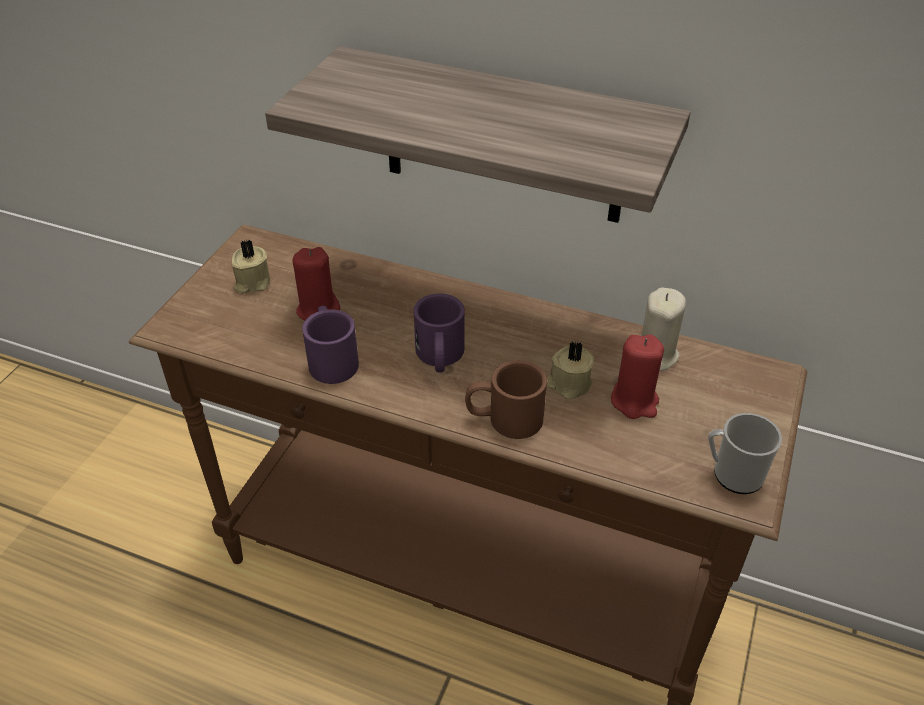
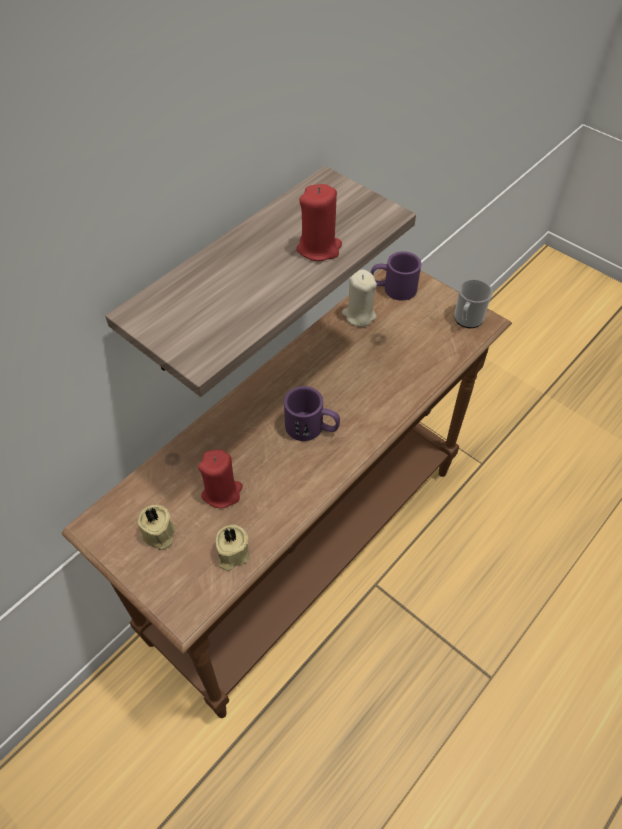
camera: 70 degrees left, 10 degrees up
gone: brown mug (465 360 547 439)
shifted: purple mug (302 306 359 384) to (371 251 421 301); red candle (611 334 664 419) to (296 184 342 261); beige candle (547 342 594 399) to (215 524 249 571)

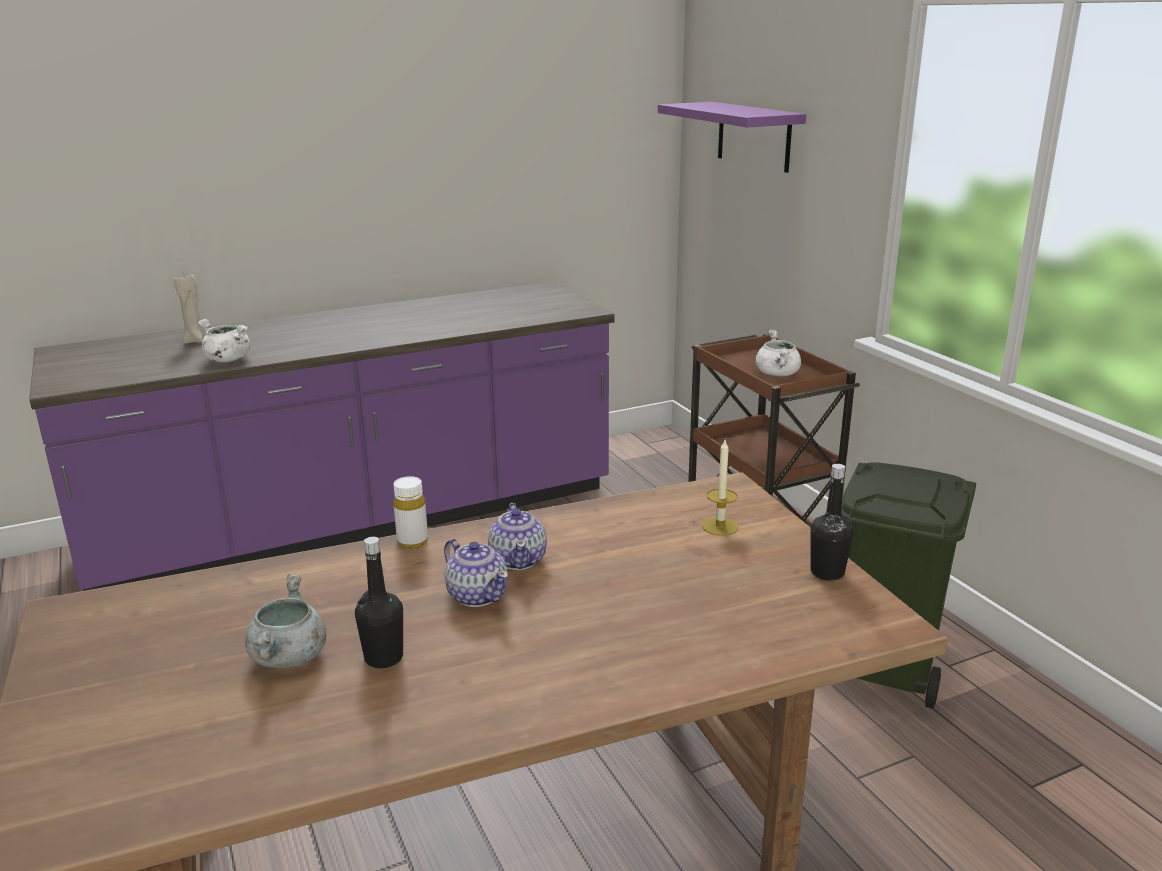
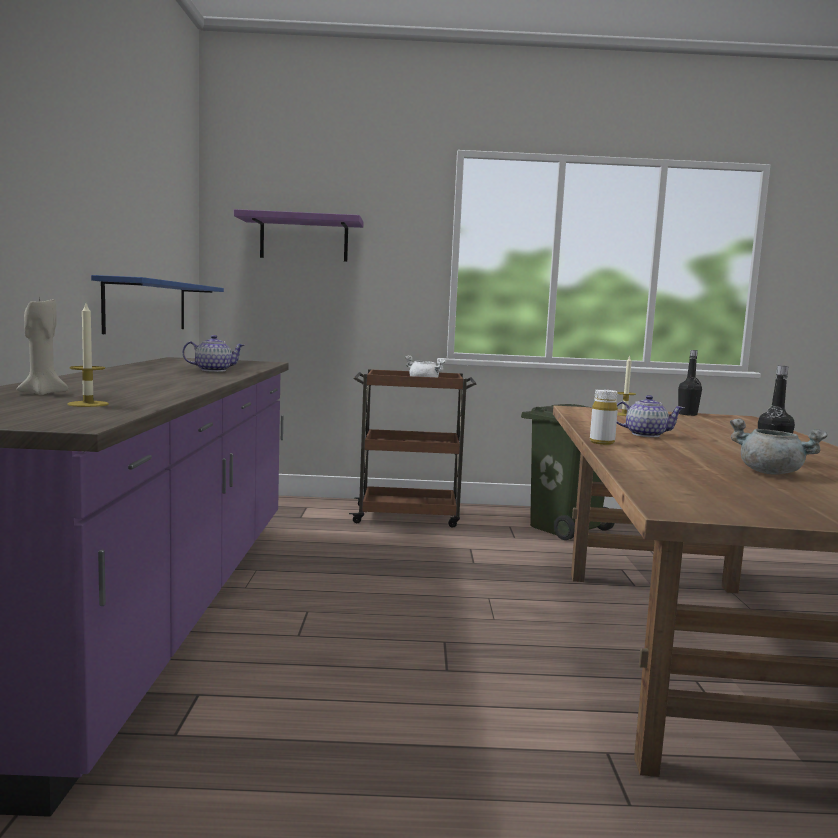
camera: 65 degrees left, 15 degrees down
gone: white cooking pot (198 319 250 362)
new: blue shelf (91 275 224 334); candle (67 303 109 407)
shifted: teapot (444 539 508 607) to (182 335 244 372)

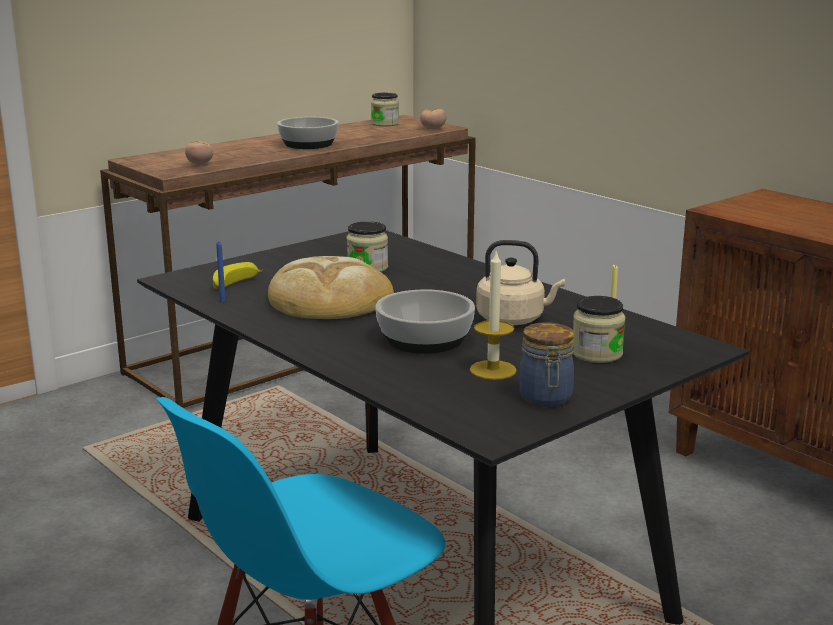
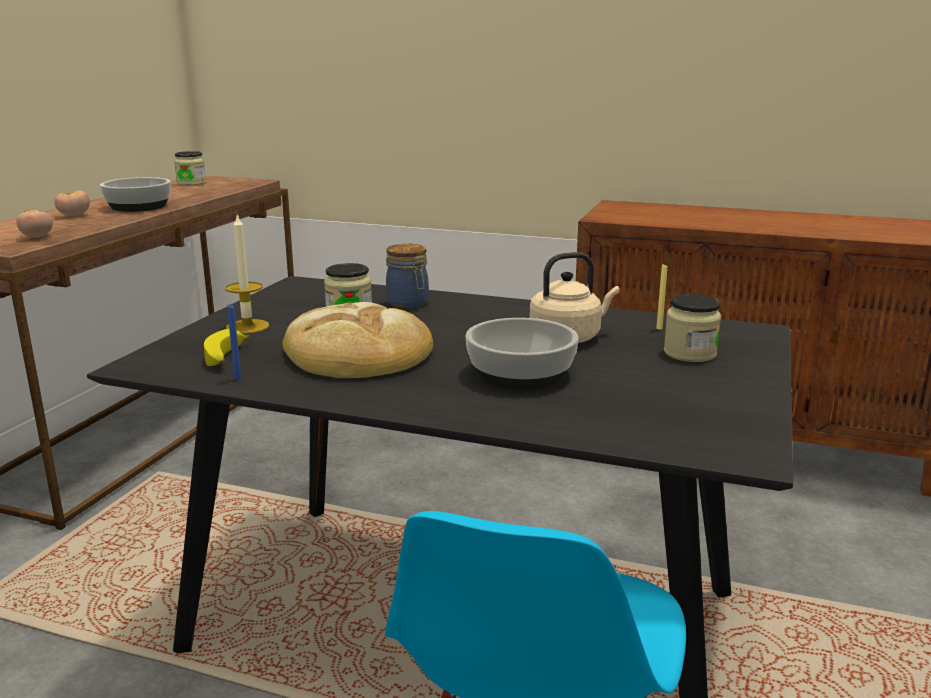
camera: 30 degrees left, 0 degrees up
shifted: tomato (420 109 446 129) to (54 191 90 216); candle (470 250 517 380) to (225 214 269 334); jar (519 322 574 407) to (386 243 429 308)

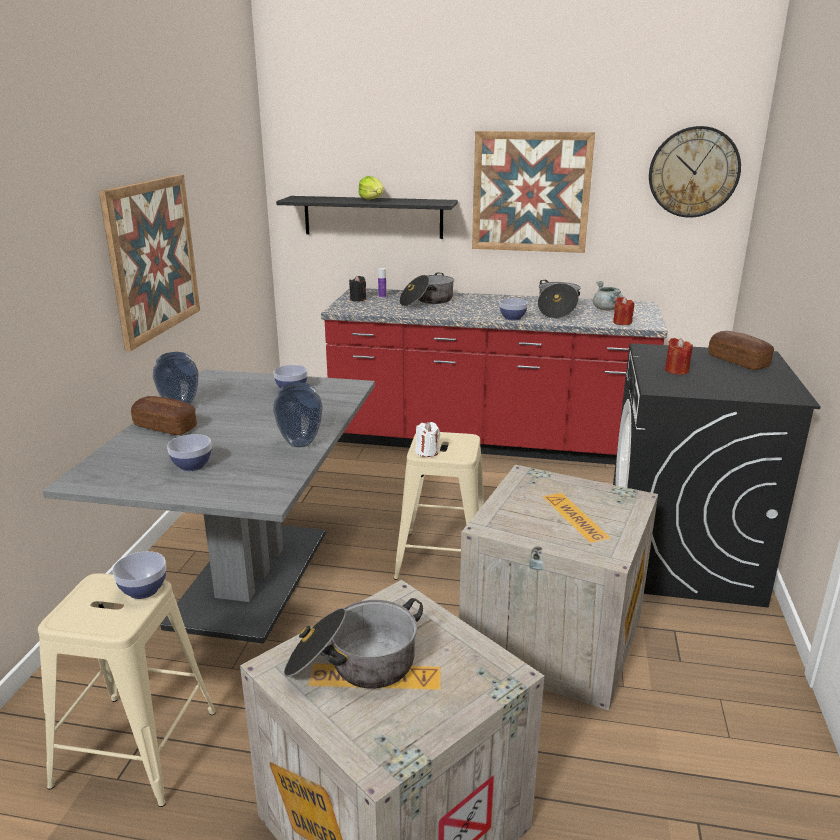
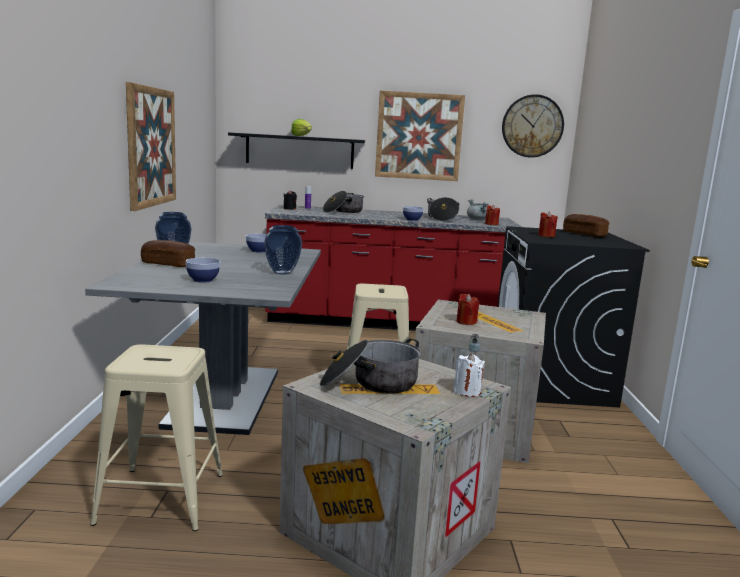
camera: 10 degrees left, 10 degrees down
gone: bowl (112 551 166 599)
new: red candle (457 294 479 325)
shifted: white candle (415 422 440 457) to (453 353 485 397)

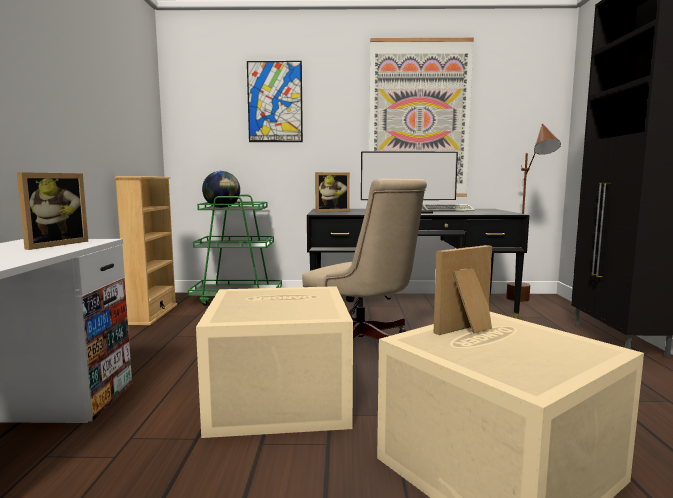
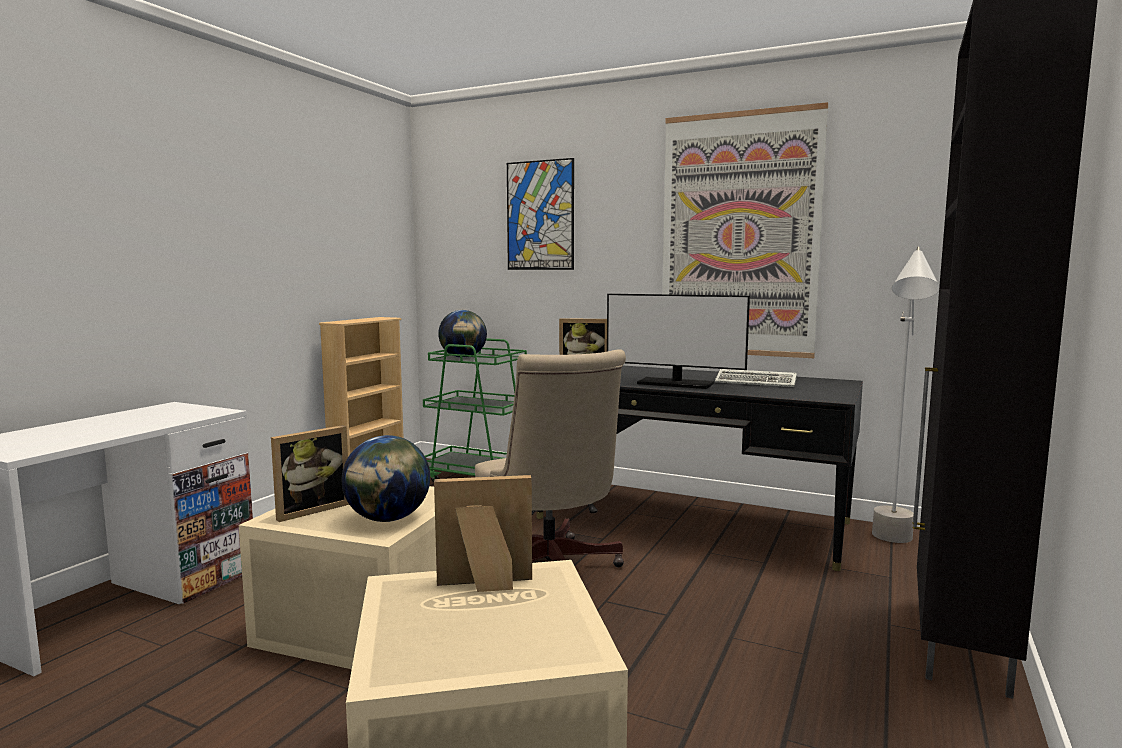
camera: 25 degrees right, 0 degrees up
new: globe (342 435 430 522)
shifted: picture frame (17 172 88 250) to (271 425 349 522)
repainted: brown floor lamp (506 124 561 301) to grey floor lamp (872 247 939 543)

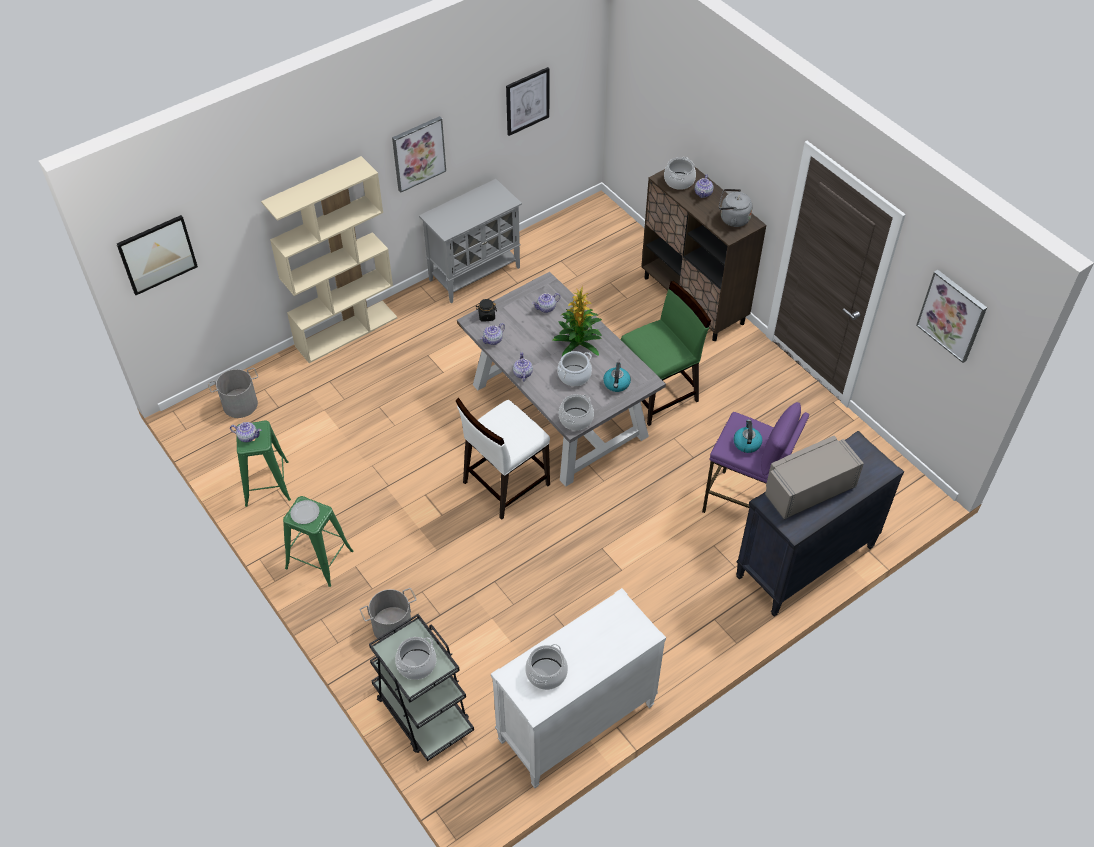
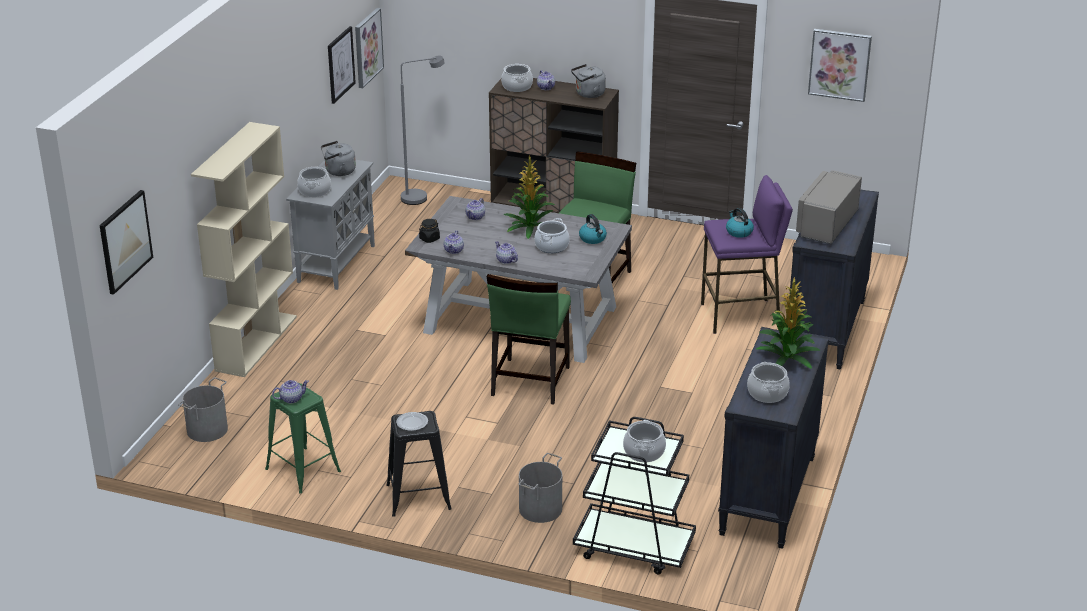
camera: 35 degrees left, 20 degrees down
new: grey floor lamp (401 56 445 205); grey kettle (321 141 356 176); potted plant (756 277 820 369)
shifted: picture (392 116 446 193) to (355 8 384 88); cooking pot (559 394 594 431) to (297 166 331 197)
repainted: white chair (456 398 550 520) to green chair (487 274 571 405); green stool (283 496 353 587) to black stool (386 411 452 517); white dresser (491 588 666 788) to black dresser (718 327 829 549)

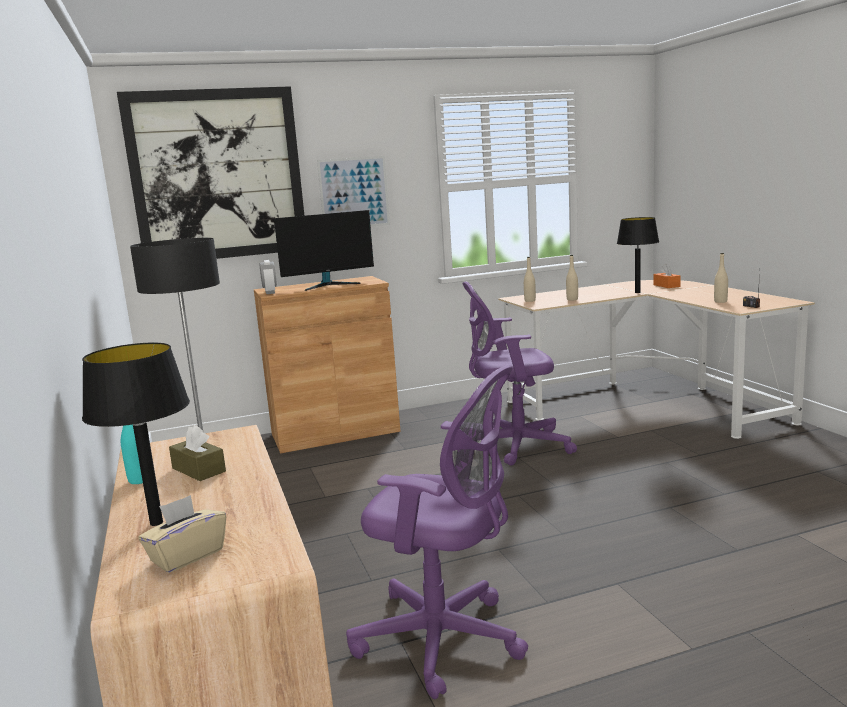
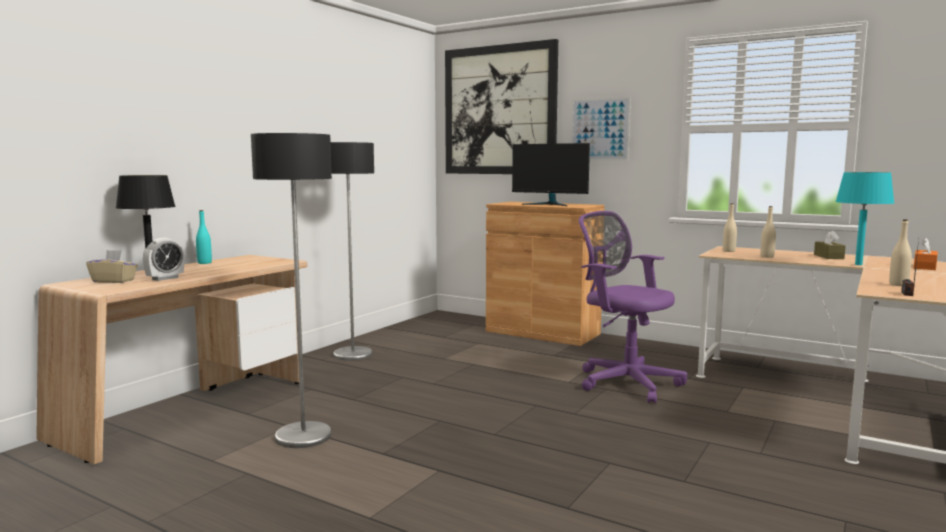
camera: 50 degrees right, 5 degrees down
shifted: alarm clock (260 260 277 294) to (143 238 184 281); brown tissue box (169 425 226 481) to (814 230 846 259)
swapped: purple office chair (346 366 528 699) to floor lamp (251 133 332 448)
repainted: black table lamp (617 217 659 293) to turquoise table lamp (835 172 894 265)

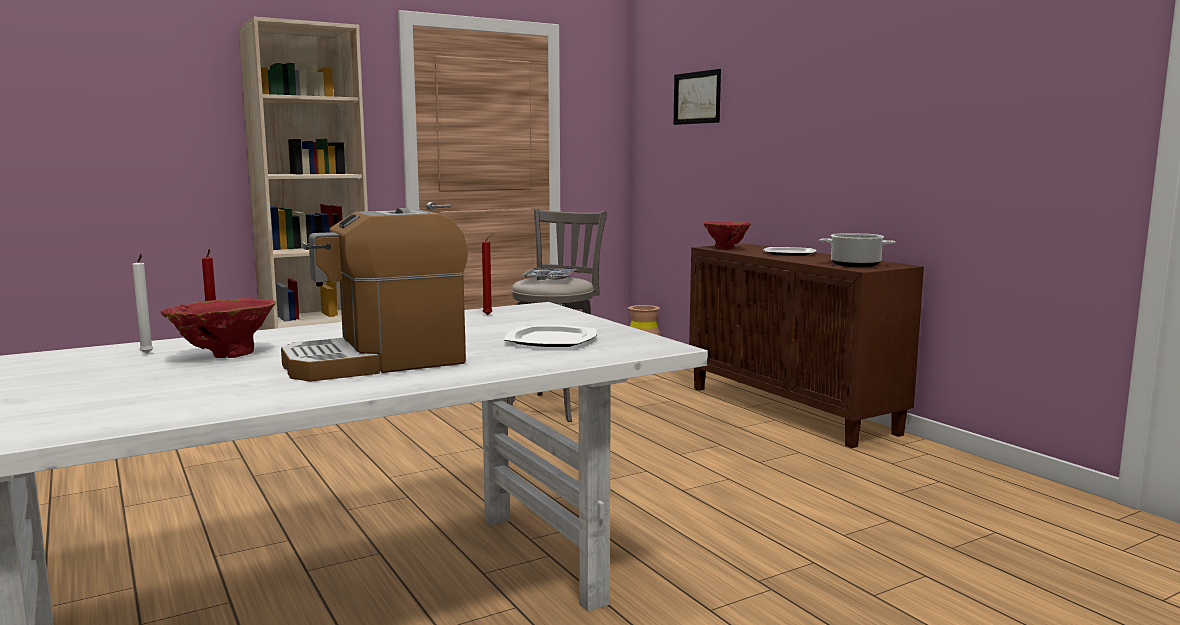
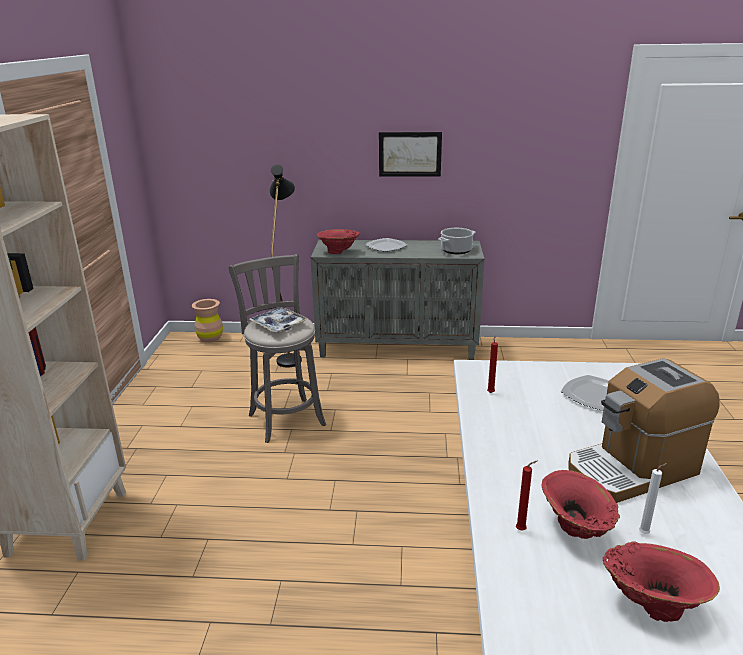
camera: 55 degrees left, 15 degrees up
new: black floor lamp (270 164 302 368); red vase (603 541 720 622)
shifted: picture (674 69 721 125) to (379 132 442 177); white candle (132 254 153 354) to (639 463 668 534)
repainted: brown cabinet (689 244 924 448) to grey cabinet (311 240 484 360)
rotated: coffee machine (281 208 468 382) = (568 358 719 503) 60 degrees clockwise

